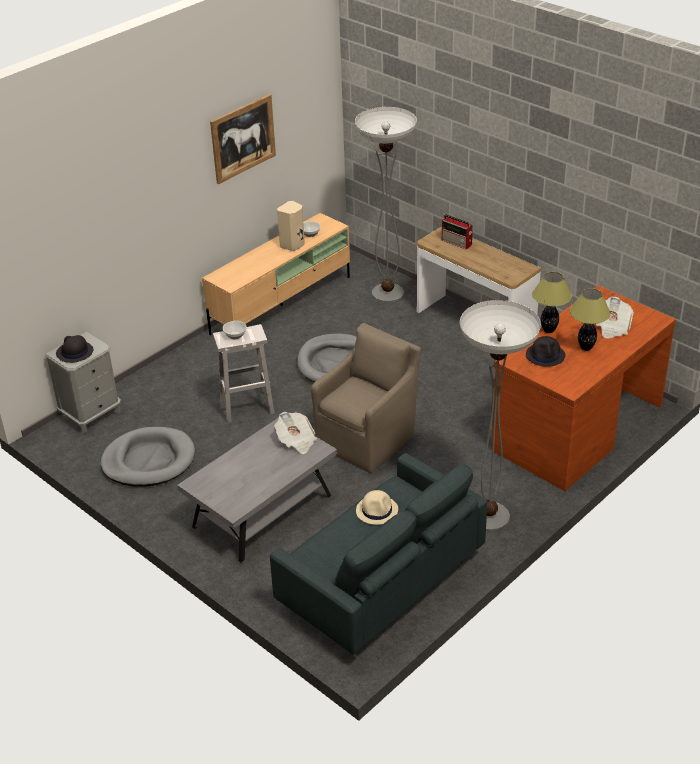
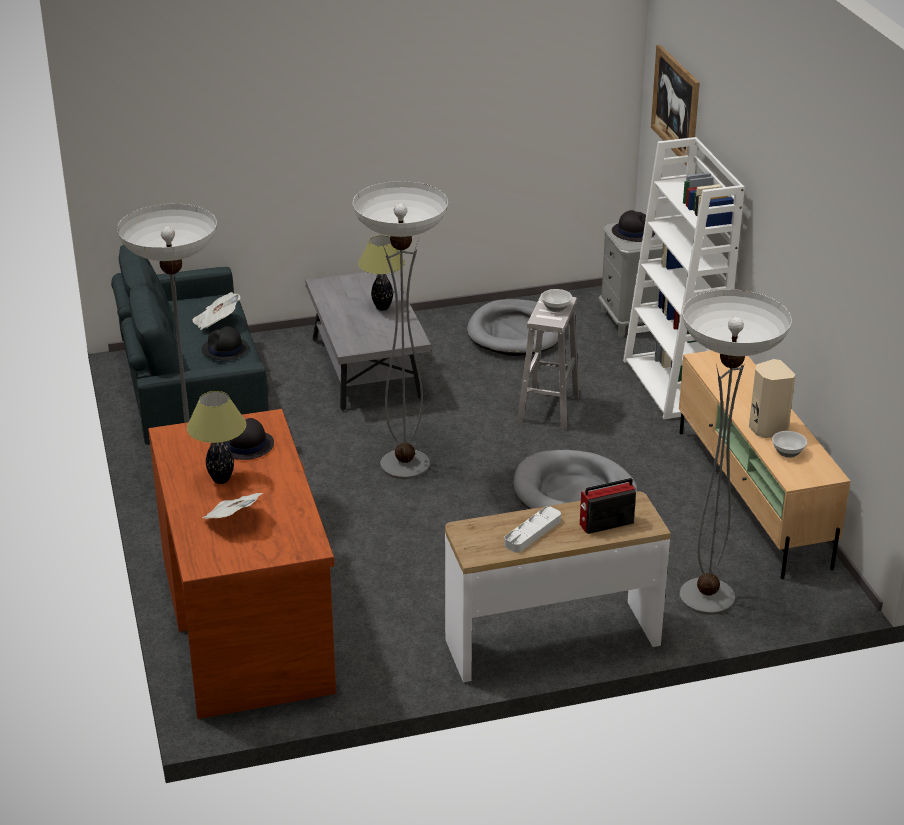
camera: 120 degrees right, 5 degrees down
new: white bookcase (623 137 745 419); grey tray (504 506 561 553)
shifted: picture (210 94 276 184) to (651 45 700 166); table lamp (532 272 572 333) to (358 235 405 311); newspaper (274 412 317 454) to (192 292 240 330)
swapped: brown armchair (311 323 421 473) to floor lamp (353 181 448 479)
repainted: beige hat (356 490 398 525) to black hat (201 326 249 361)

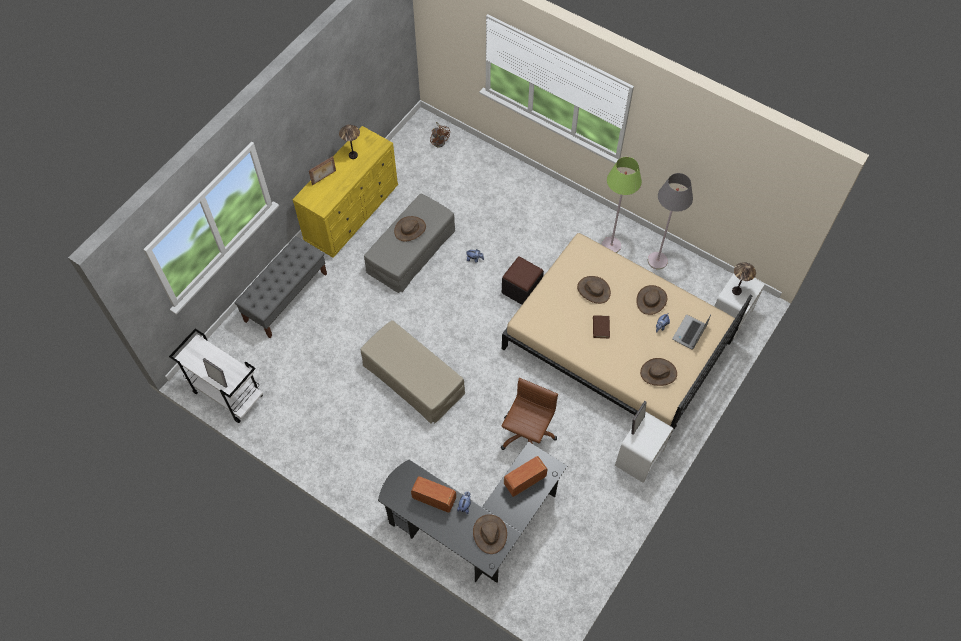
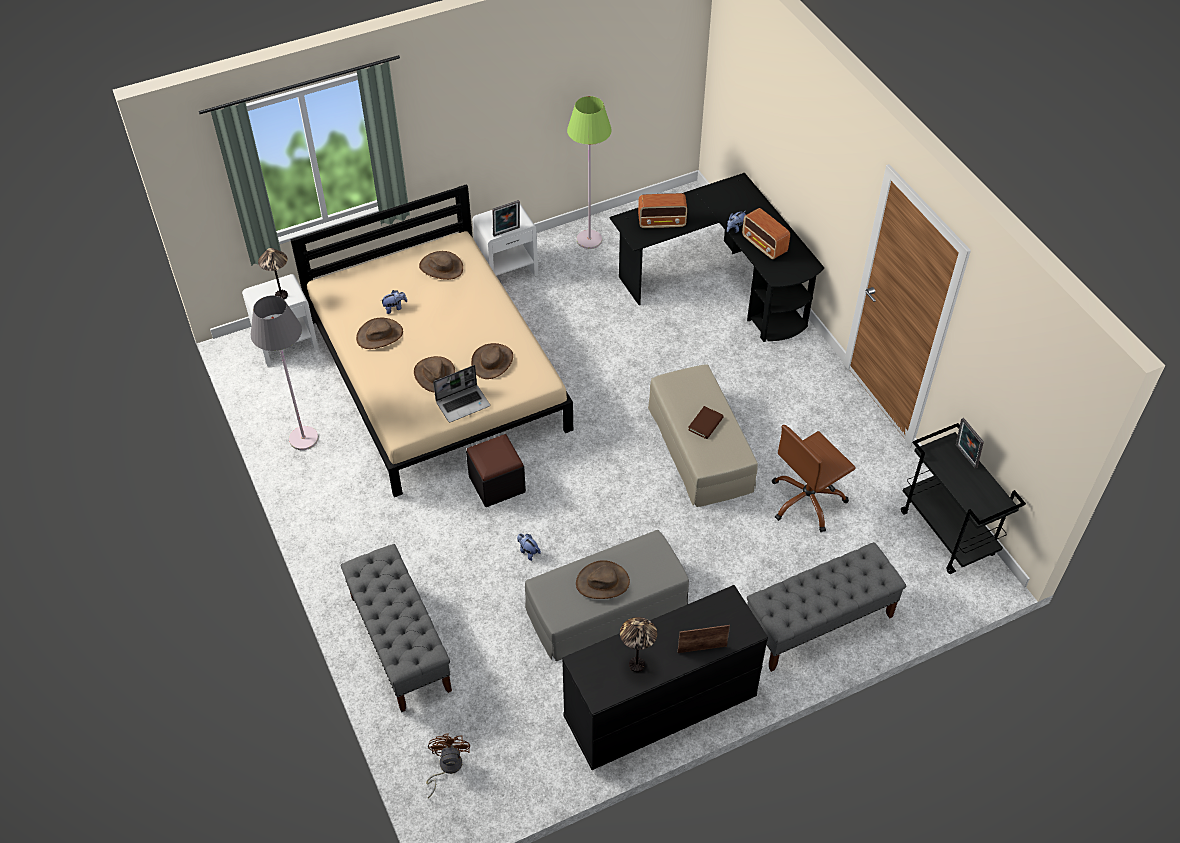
camera: 150 degrees left, 10 degrees down
new: grey bench (341 544 452 712)
shifted: green floor lamp (601 157 642 253) to (567 96 612 249); brown book (593 315 610 338) to (688 406 724 439); laptop (672 315 711 349) to (433 365 490 422); brown office chair (501 378 558 450) to (772 425 856 532); brown hat (473 514 507 554) to (471 343 513 379)
repainted: yellow dresser (293 126 398 257) to black dresser (562 585 768 770); white cart (169 329 263 423) to black cart (901 423 1026 574)

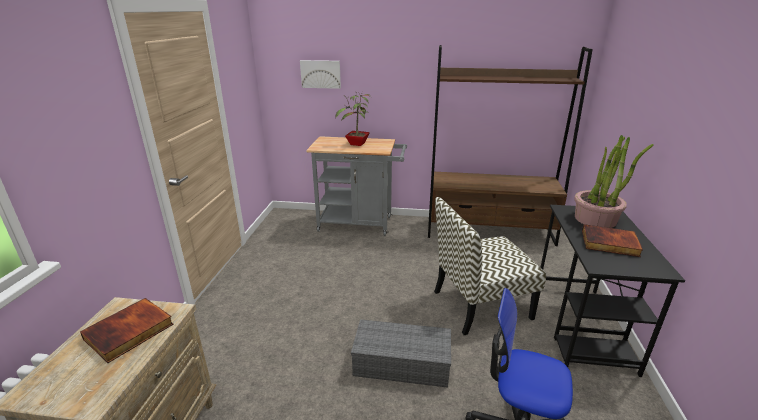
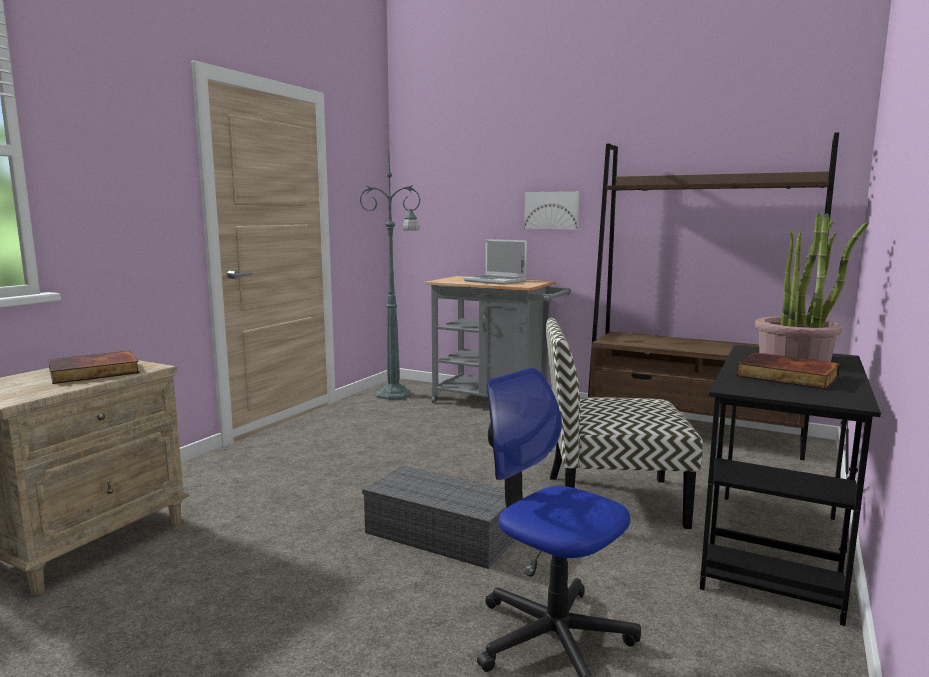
camera: 20 degrees right, 15 degrees down
new: green floor lamp (359 159 421 400)
shifted: picture (300 60 341 89) to (524 191 580 230)
swapped: potted plant (335 91 371 146) to laptop (464 239 527 285)

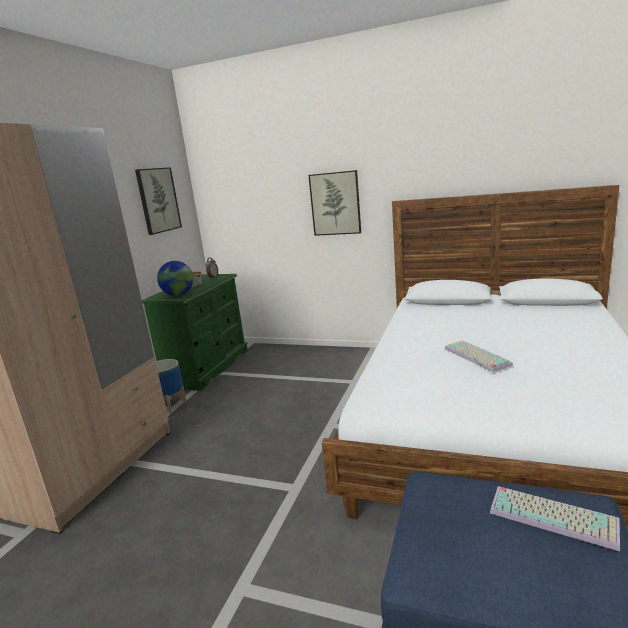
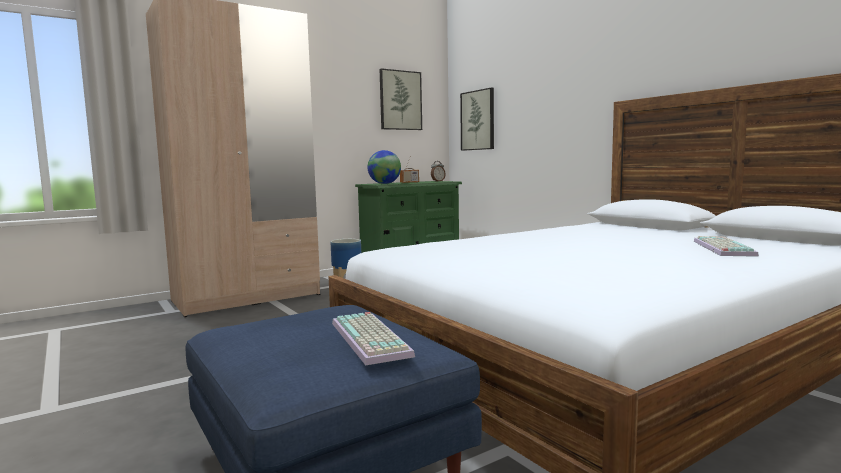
camera: 35 degrees right, 10 degrees down
shifted: picture (308 170 361 236) to (460 88 494 151); keyboard (445 340 513 372) to (694 236 759 257)

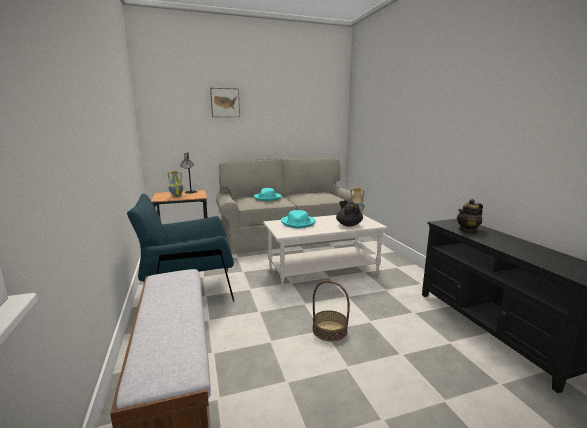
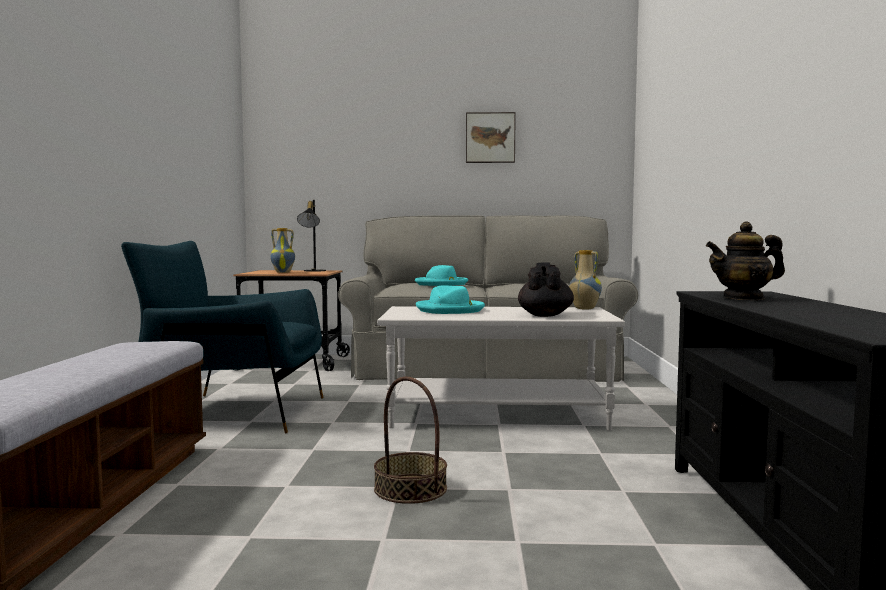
camera: 20 degrees right, 10 degrees down
shifted: picture (210 88 240 117) to (466 112 516 163)

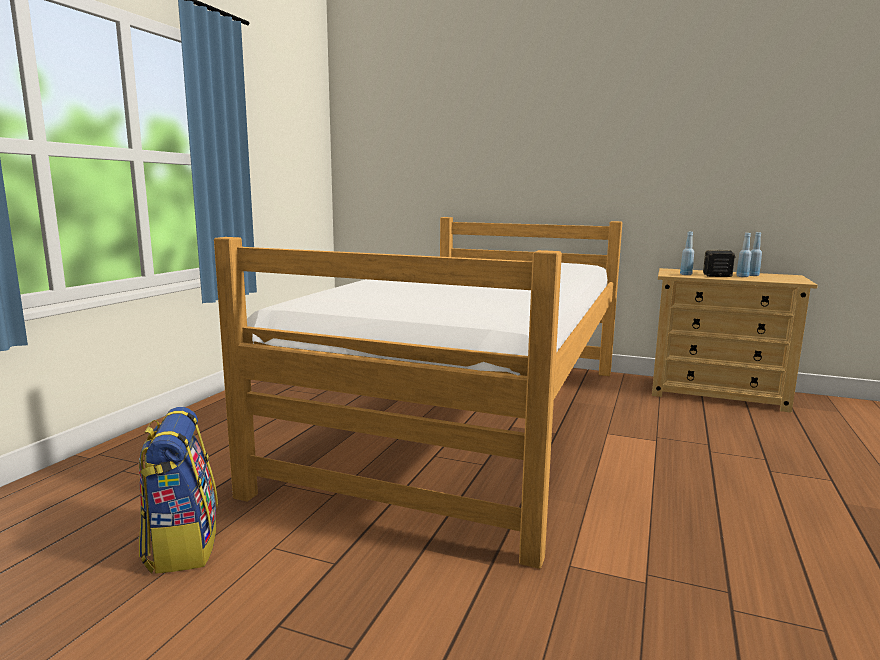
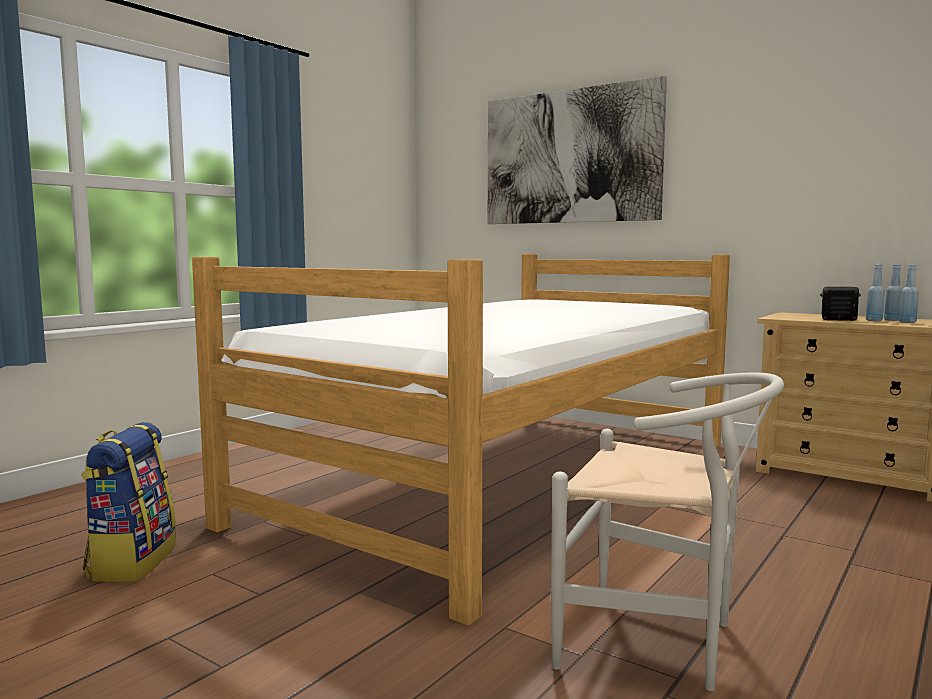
camera: 15 degrees right, 5 degrees down
new: picture (488 76 667 224); white chair (551 372 784 691)
shifted: blue bottle (680 232 694 275) to (899 264 919 323)

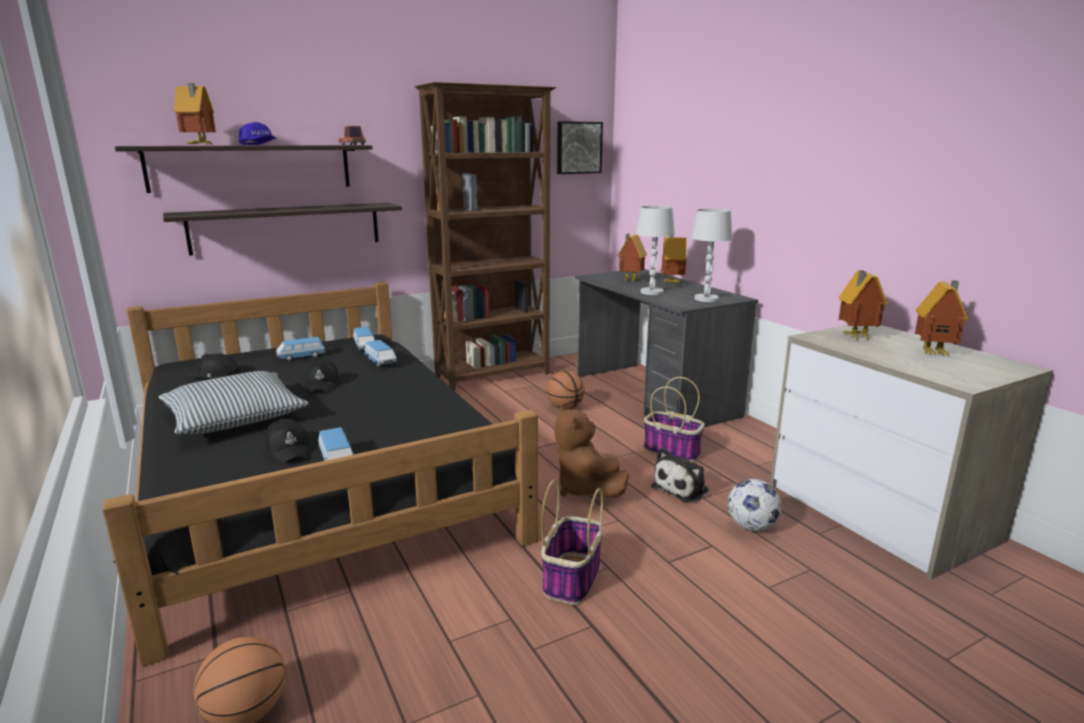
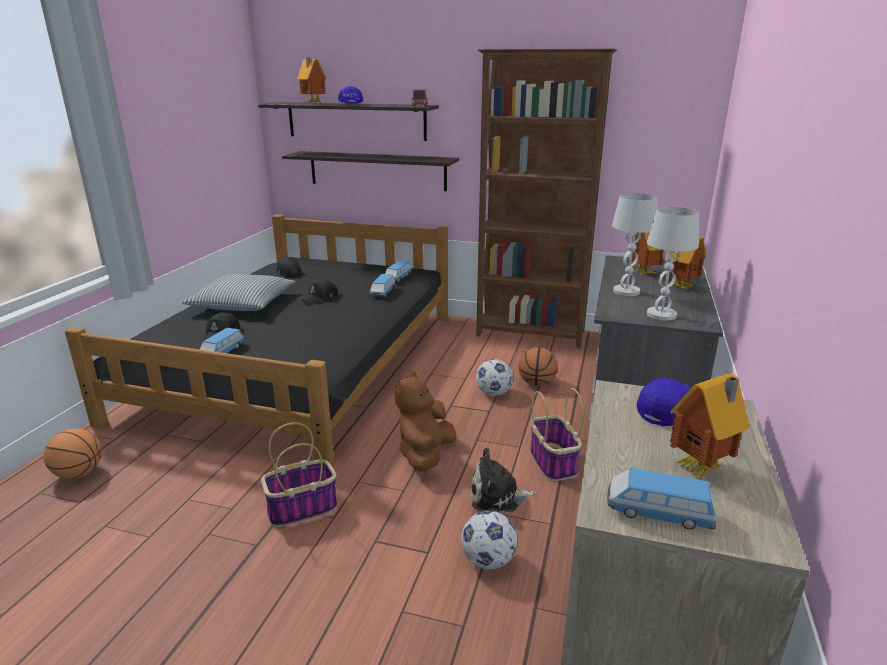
camera: 45 degrees right, 5 degrees up
gone: picture (557 121 603 174)
new: football (476 359 513 396)
shifted: toy car (276 337 326 361) to (607 468 716 529)
swapped: toy house (839 270 888 341) to blue cap (637 378 691 426)

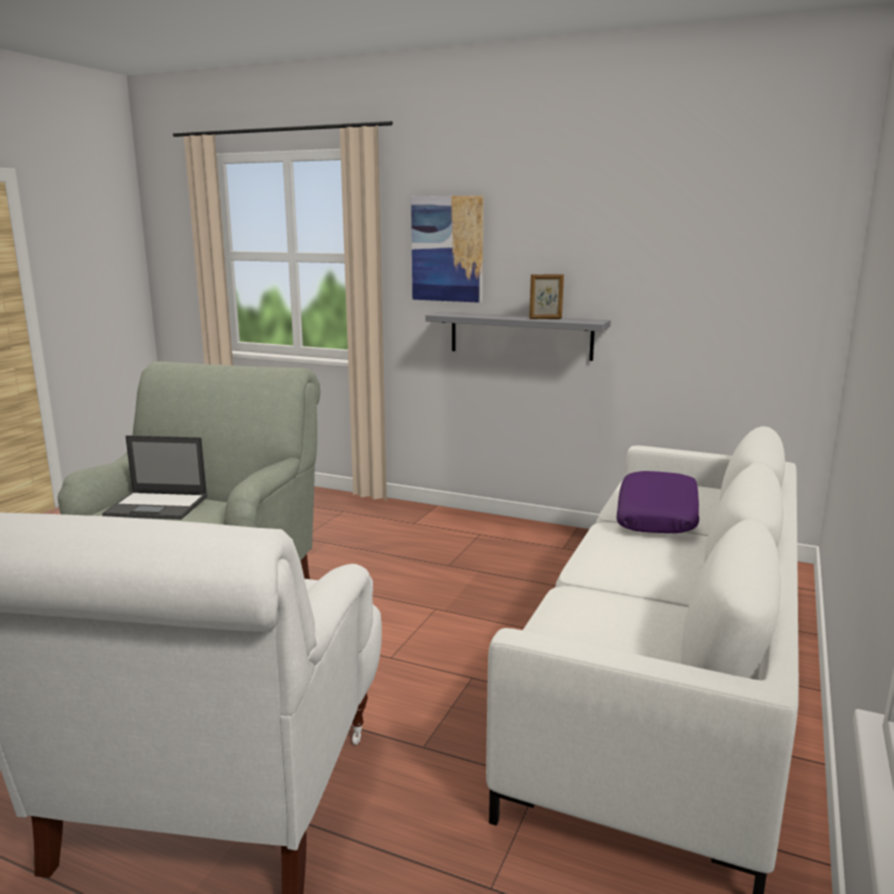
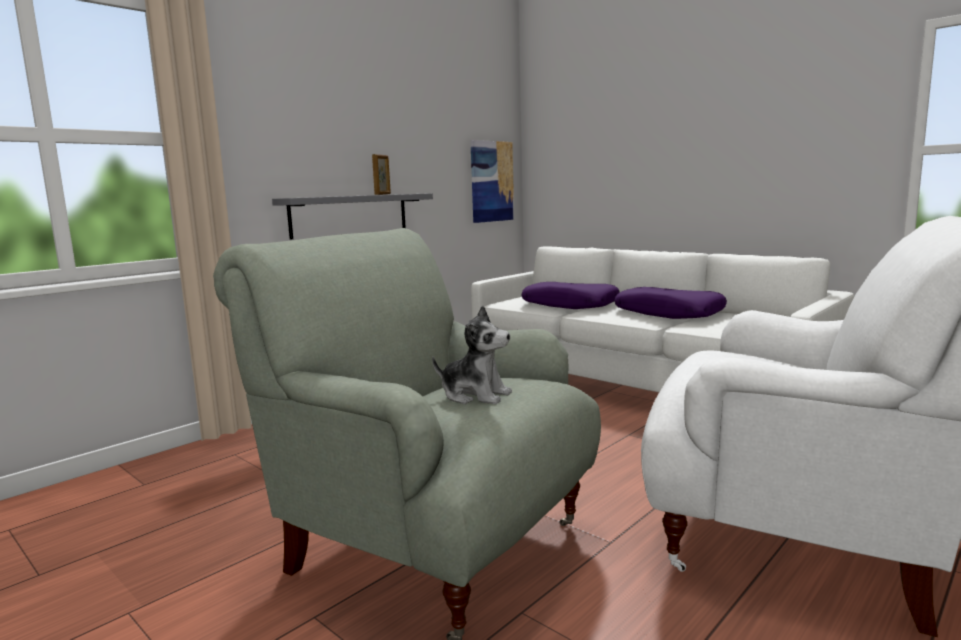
camera: 70 degrees left, 5 degrees down
new: purple pillow (614 287 727 319)
shifted: picture (411 195 484 303) to (470 140 514 223)
swapped: laptop (102 435 207 520) to plush toy (432 306 512 404)

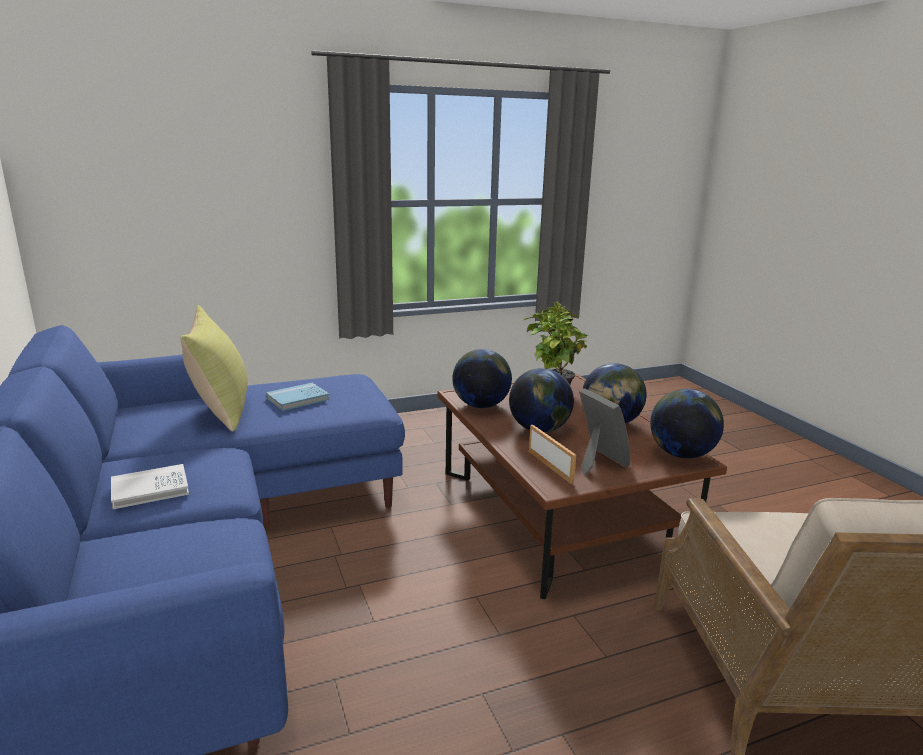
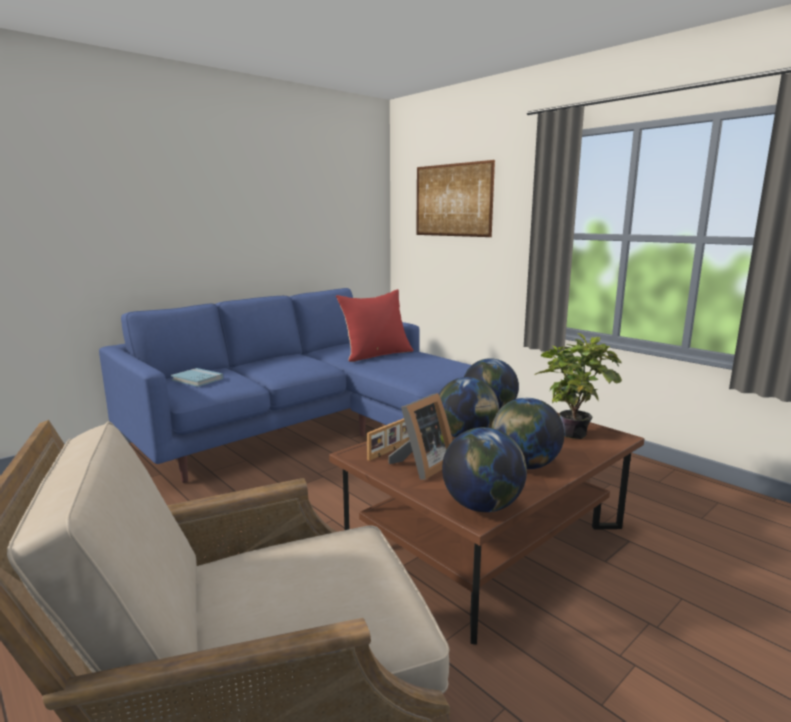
camera: 70 degrees right, 5 degrees down
gone: white book (111 464 189 509)
new: picture (416 160 495 237)
shifted: blue book (266 383 329 411) to (171 368 223 387)
repainted: yellow pillow (180 305 248 431) to red pillow (336 289 413 362)

